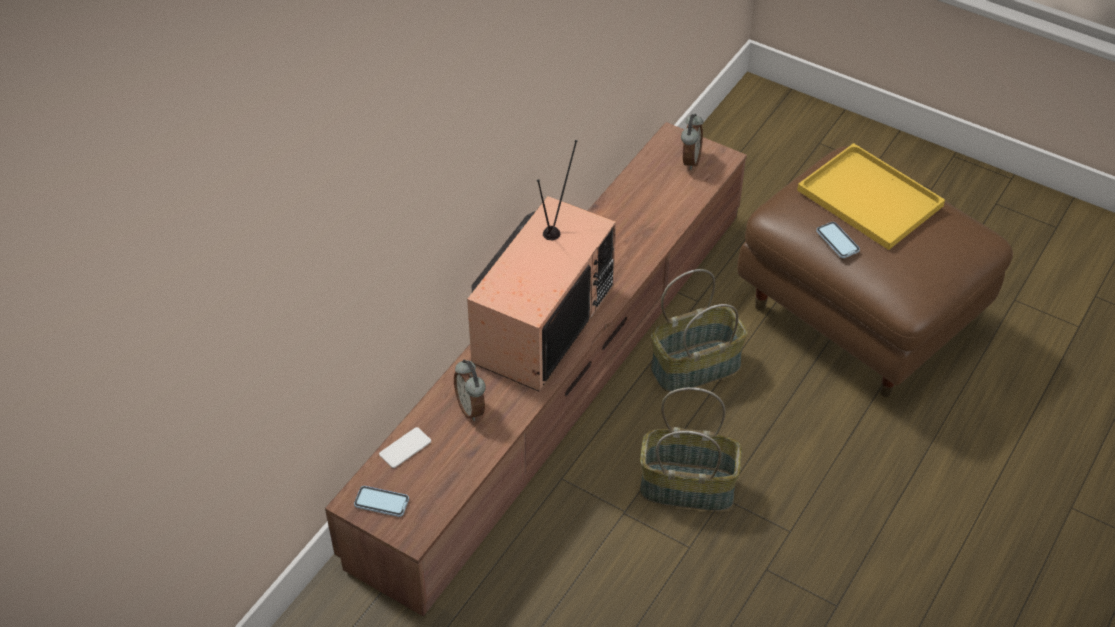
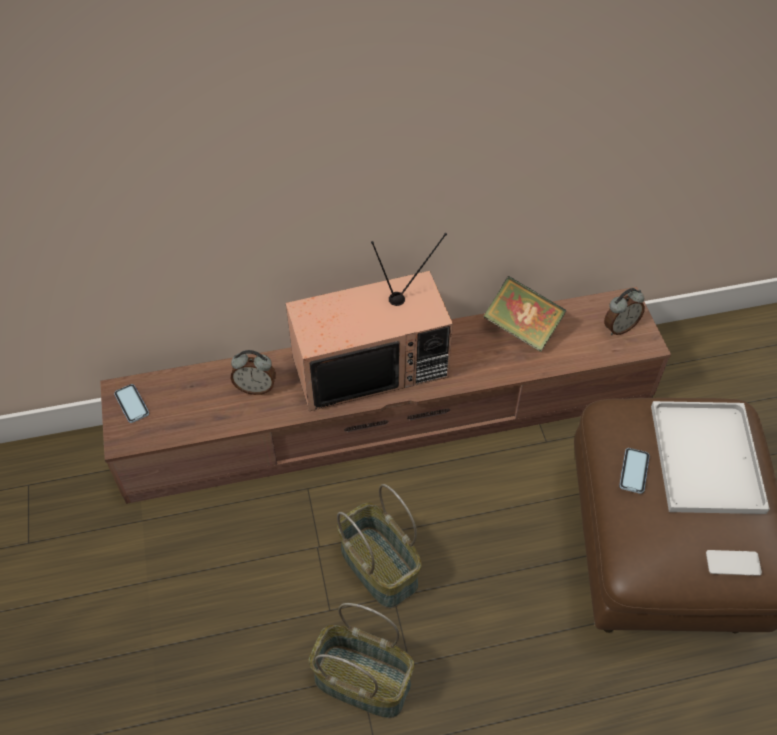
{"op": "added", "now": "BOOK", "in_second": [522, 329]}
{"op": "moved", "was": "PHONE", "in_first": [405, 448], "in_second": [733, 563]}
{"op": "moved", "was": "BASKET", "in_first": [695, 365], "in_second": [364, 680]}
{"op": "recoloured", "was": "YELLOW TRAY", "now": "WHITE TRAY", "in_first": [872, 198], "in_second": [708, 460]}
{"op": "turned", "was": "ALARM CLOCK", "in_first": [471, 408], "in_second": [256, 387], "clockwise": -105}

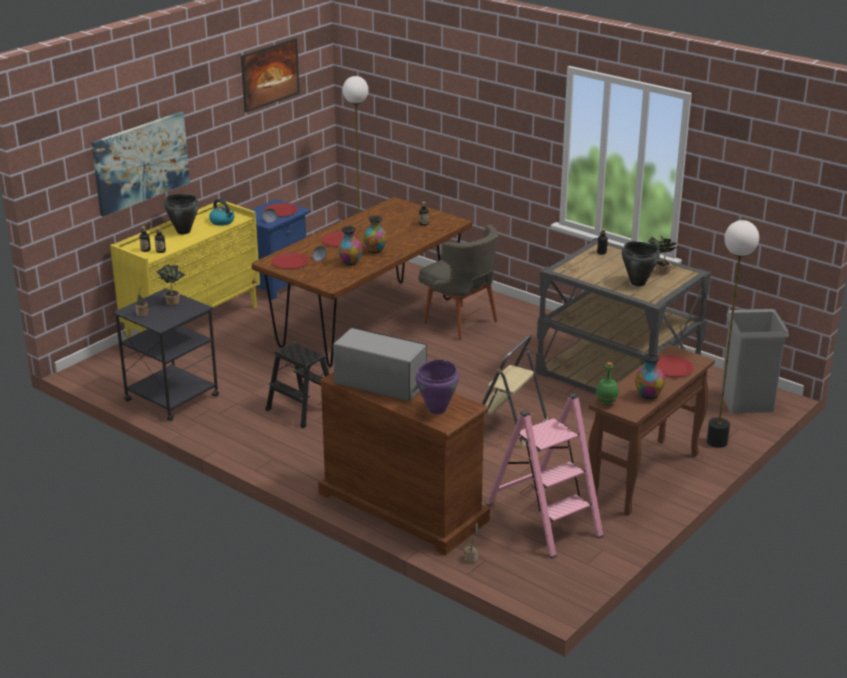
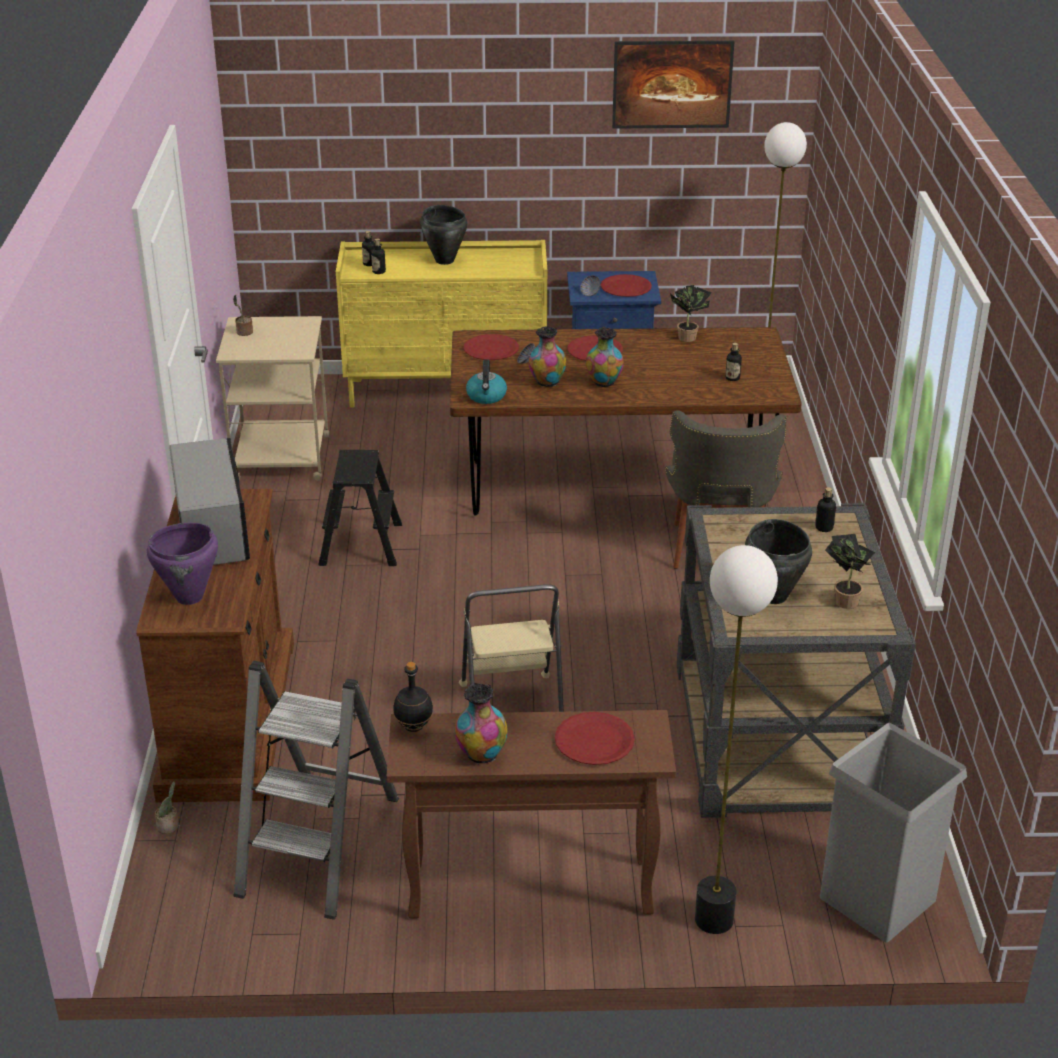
{"op": "removed", "was": "PICTURE", "in_first": [141, 162]}
{"op": "moved", "was": "POTTED PLANT", "in_first": [172, 301], "in_second": [688, 336]}
{"op": "moved", "was": "KETTLE", "in_first": [222, 221], "in_second": [486, 396]}
{"op": "recoloured", "was": "BLACK CART", "now": "BEIGE CART", "in_first": [171, 397], "in_second": [281, 457]}
{"op": "recoloured", "was": "PINK STEP LADDER", "now": "GREY STEP LADDER", "in_first": [542, 518], "in_second": [320, 843]}
{"op": "recoloured", "was": "GREEN BOTTLE", "now": "BLACK BOTTLE", "in_first": [606, 403], "in_second": [414, 726]}

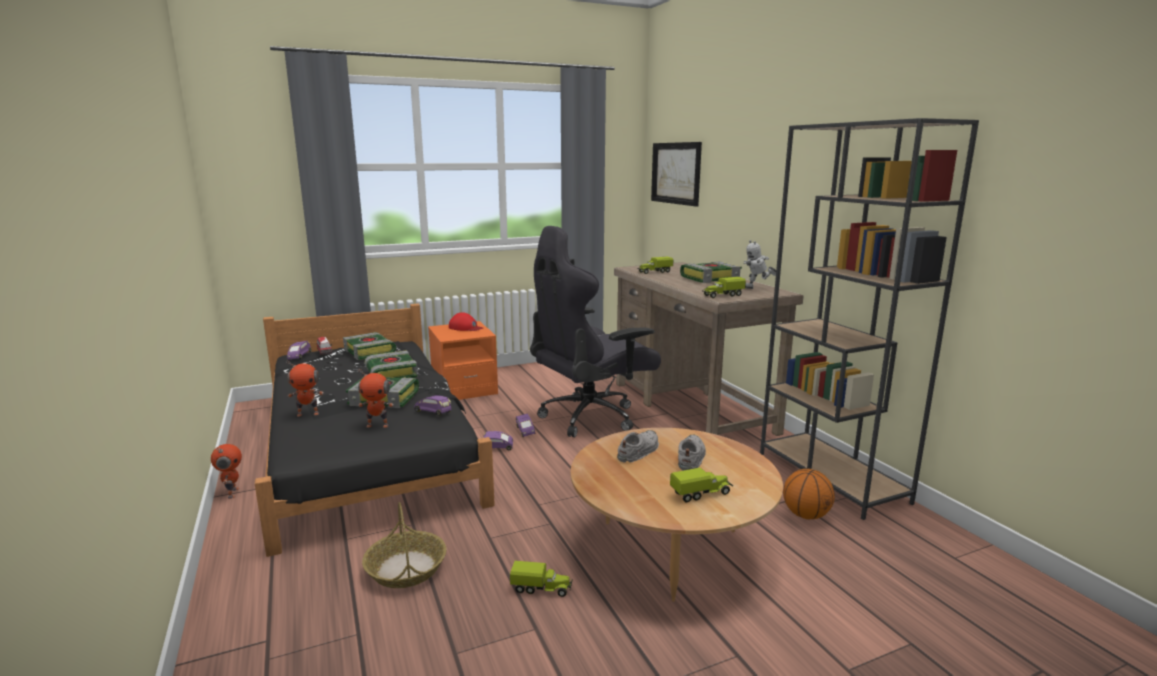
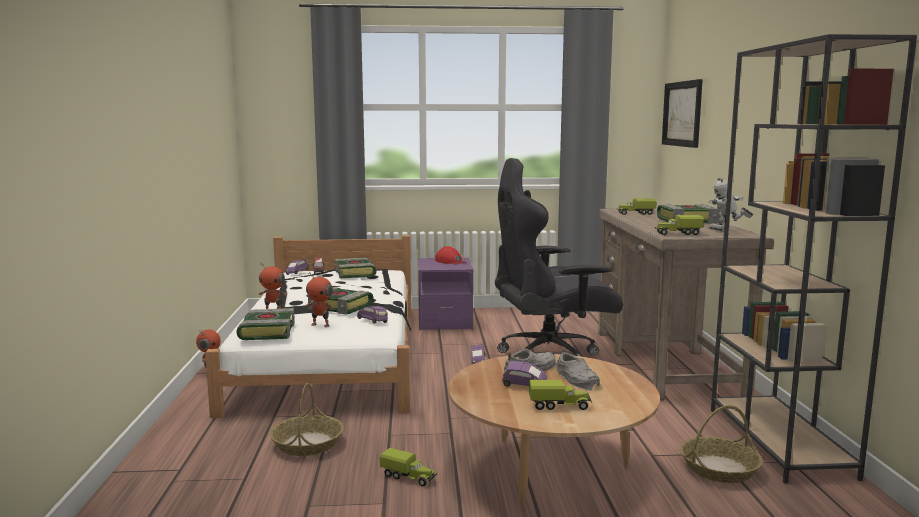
{"op": "moved", "was": "BOOK", "in_first": [390, 373], "in_second": [266, 332]}
{"op": "moved", "was": "PURPLE TOY CAR", "in_first": [497, 448], "in_second": [524, 386]}
{"op": "replaced", "was": "BASKETBALL", "now": "BASKET", "in_first": [806, 515], "in_second": [719, 469]}
{"op": "recoloured", "was": "BLACK BED", "now": "WHITE BED", "in_first": [367, 447], "in_second": [331, 355]}
{"op": "recoloured", "was": "ORANGE NIGHTSTAND", "now": "PURPLE NIGHTSTAND", "in_first": [464, 389], "in_second": [444, 322]}
{"op": "turned", "was": "GREY SHOE", "in_first": [690, 457], "in_second": [577, 379], "clockwise": 120}

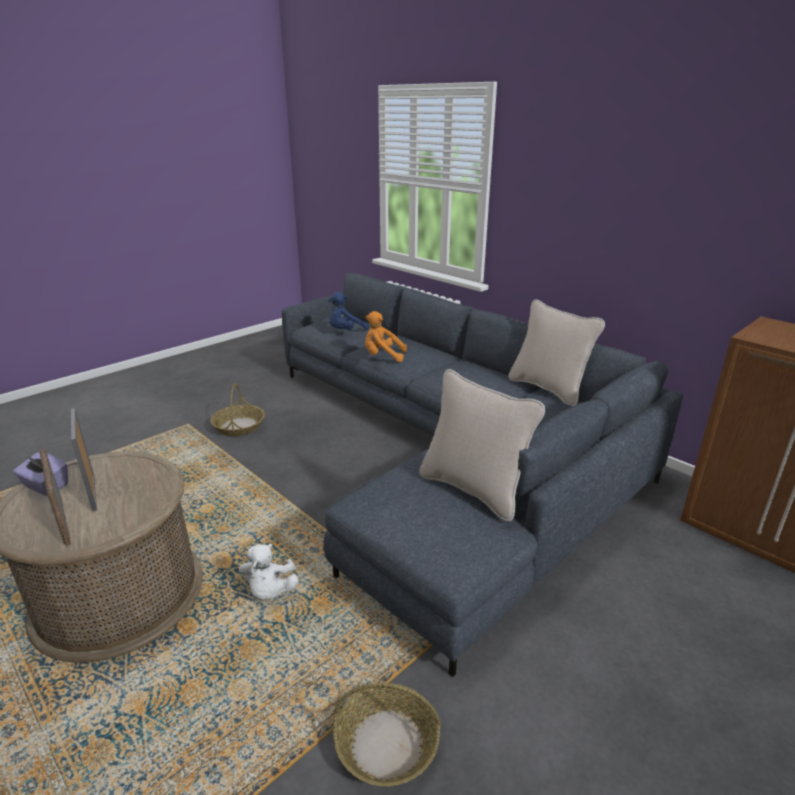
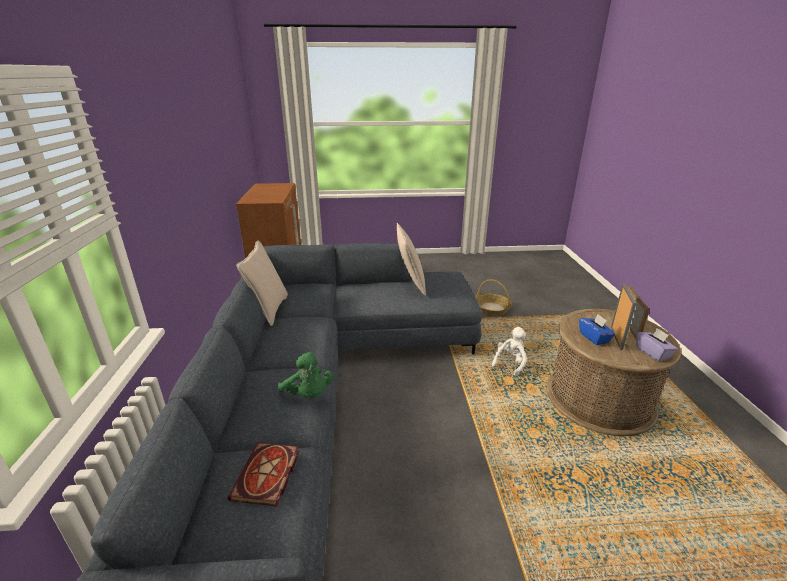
{"op": "removed", "was": "BASKET", "in_first": [239, 426]}
{"op": "added", "now": "BLUE TISSUE BOX", "in_second": [594, 338]}
{"op": "replaced", "was": "BLUE PLUSH TOY", "now": "BOOK", "in_first": [346, 331], "in_second": [267, 476]}
{"op": "recoloured", "was": "ORANGE PLUSH TOY", "now": "GREEN PLUSH TOY", "in_first": [382, 356], "in_second": [308, 395]}

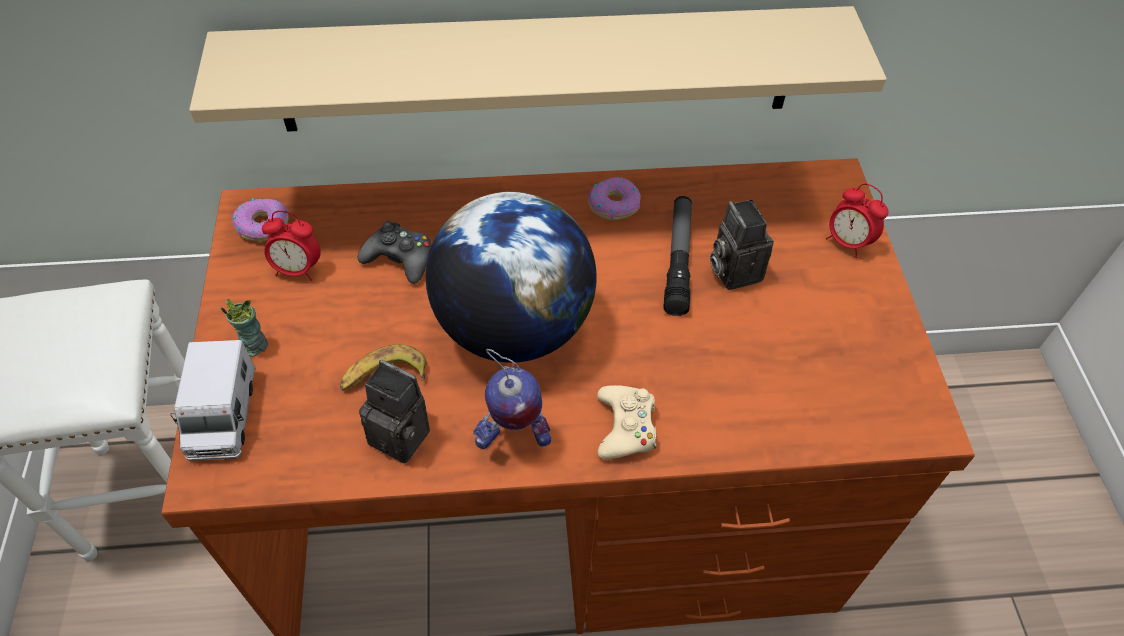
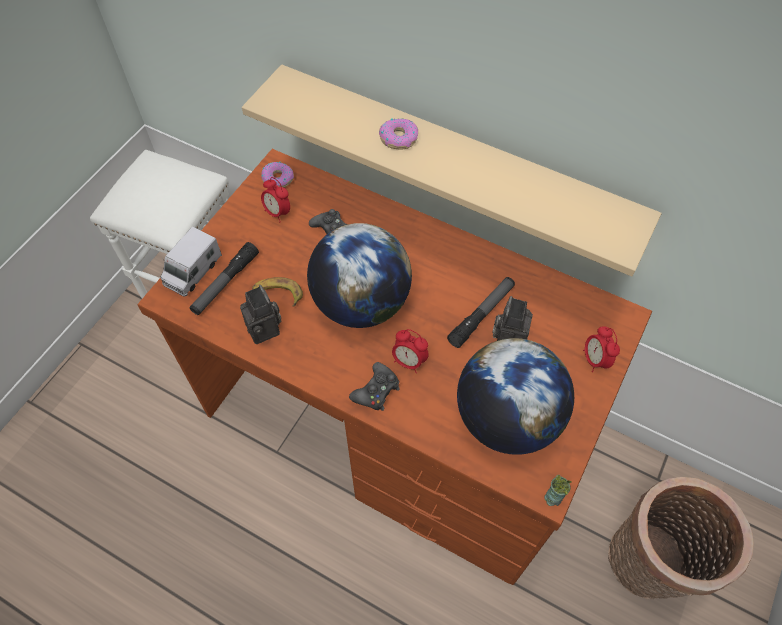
{"op": "removed", "was": "TOY ROBOT", "in_first": [512, 438]}
{"op": "added", "now": "FLASHLIGHT", "in_second": [225, 283]}
{"op": "added", "now": "ALARM CLOCK", "in_second": [409, 361]}
{"op": "added", "now": "GLOBE", "in_second": [506, 418]}
{"op": "added", "now": "BASKET", "in_second": [646, 565]}
{"op": "moved", "was": "CUP", "in_first": [255, 345], "in_second": [553, 497]}
{"op": "moved", "was": "DONUT", "in_first": [613, 204], "in_second": [398, 138]}
{"op": "recoloured", "was": "BEIGE GAME CONTROLLER", "now": "BLACK GAME CONTROLLER", "in_first": [626, 427], "in_second": [376, 391]}

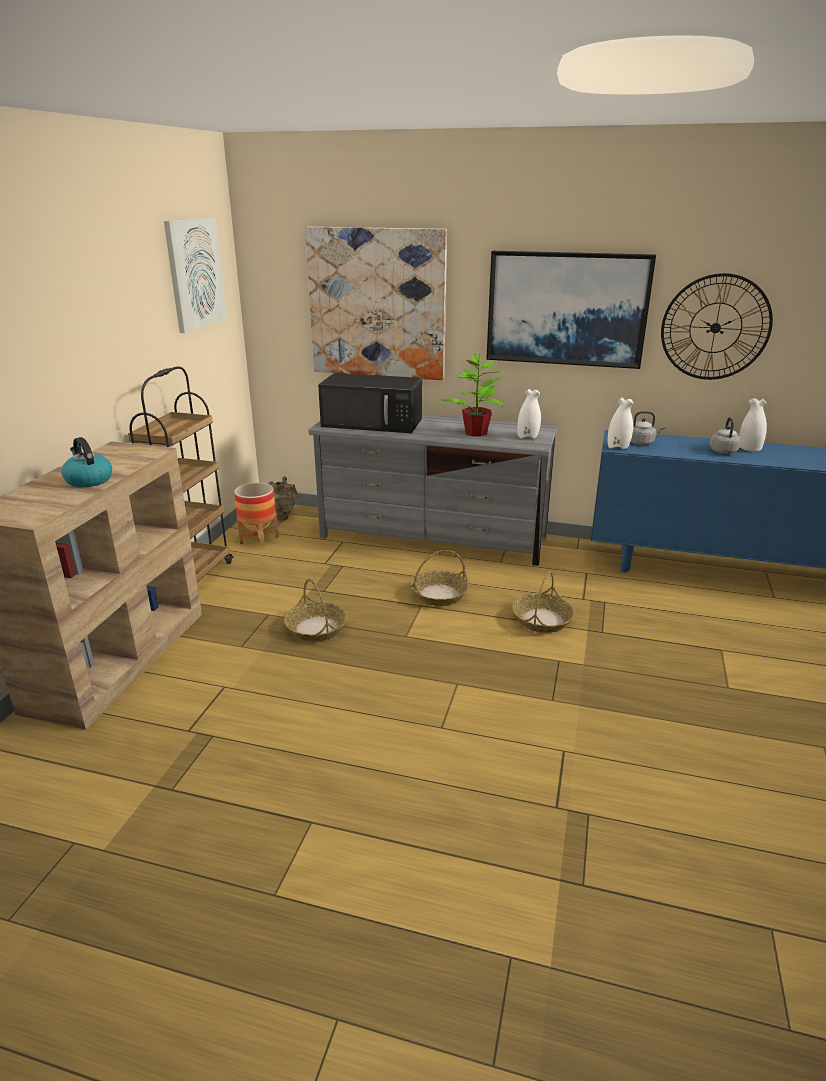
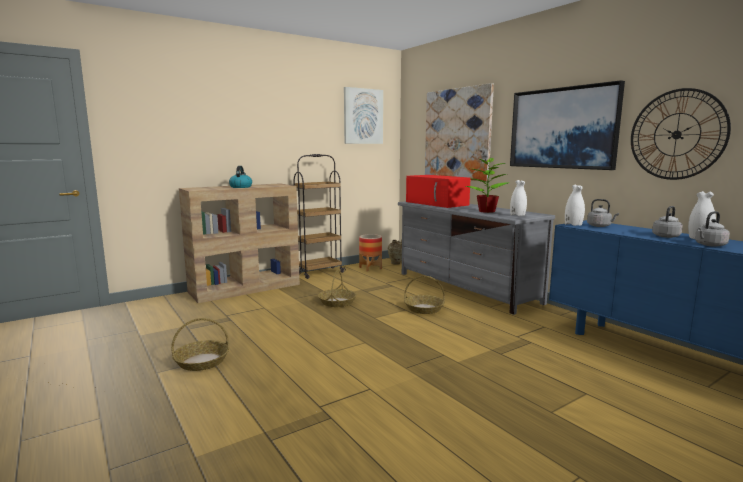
{"op": "added", "now": "GREY KETTLE", "in_second": [709, 245]}
{"op": "moved", "was": "BASKET", "in_first": [542, 620], "in_second": [202, 361]}
{"op": "recoloured", "was": "BLACK MICROWAVE", "now": "RED MICROWAVE", "in_first": [373, 422], "in_second": [437, 203]}

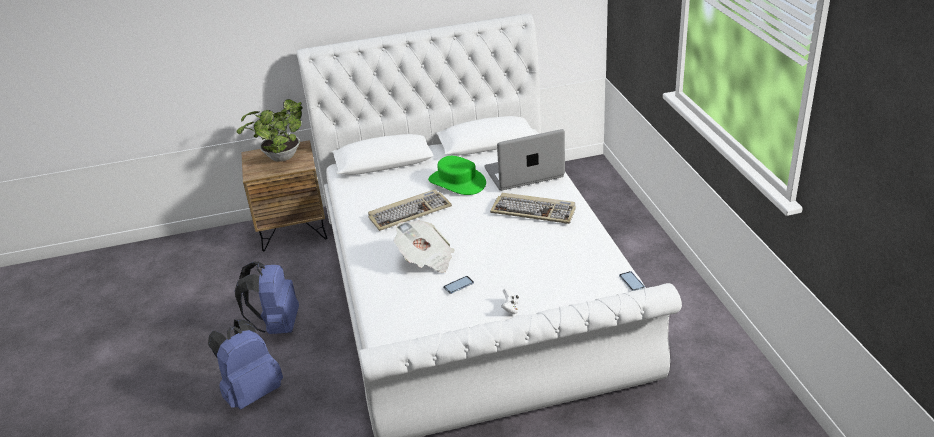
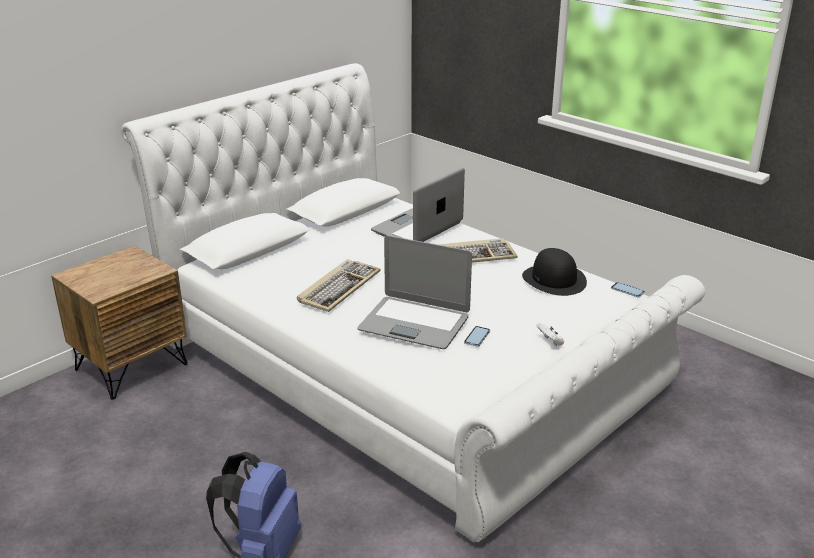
{"op": "removed", "was": "BLUE BACKPACK", "in_first": [277, 326]}
{"op": "removed", "was": "POTTED PLANT", "in_first": [280, 158]}
{"op": "removed", "was": "GREEN HAT", "in_first": [457, 182]}
{"op": "added", "now": "BLACK HAT", "in_second": [554, 279]}
{"op": "replaced", "was": "NEWSPAPER", "now": "LAPTOP", "in_first": [426, 259], "in_second": [414, 323]}

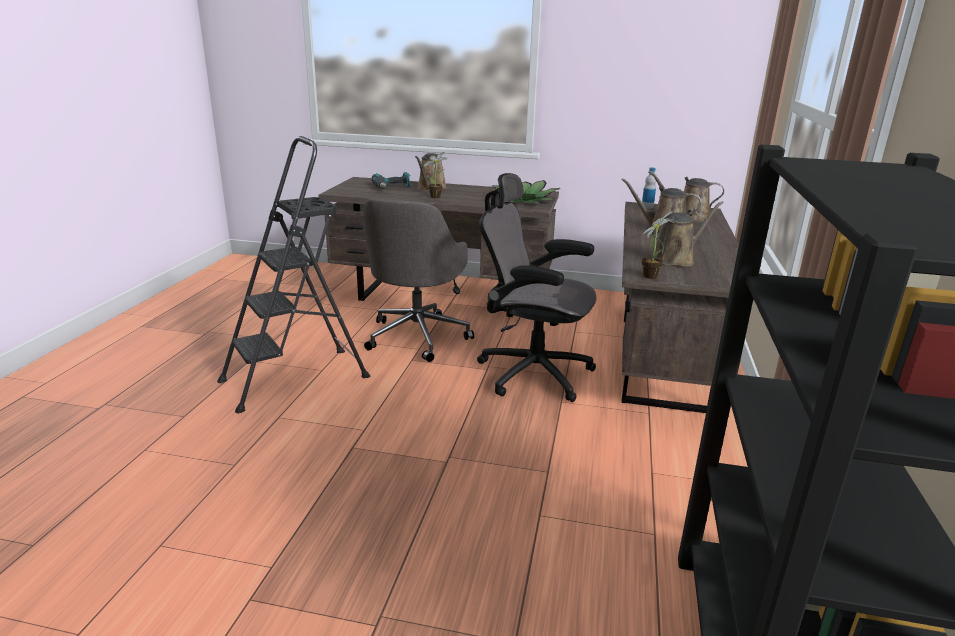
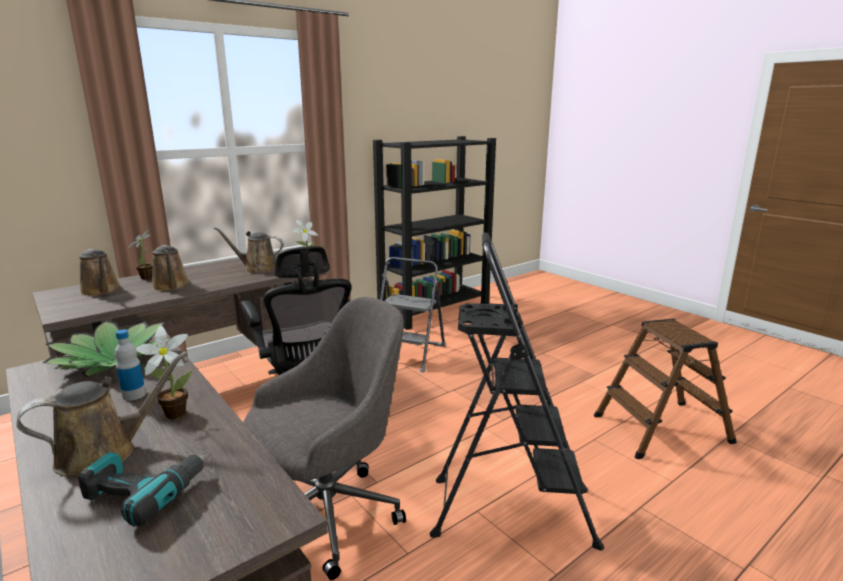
{"op": "added", "now": "POTTED PLANT", "in_second": [148, 277]}
{"op": "added", "now": "GREY STEP LADDER", "in_second": [410, 352]}
{"op": "added", "now": "BROWN STEP LADDER", "in_second": [662, 428]}
{"op": "moved", "was": "BOTTLE", "in_first": [647, 207], "in_second": [134, 395]}

